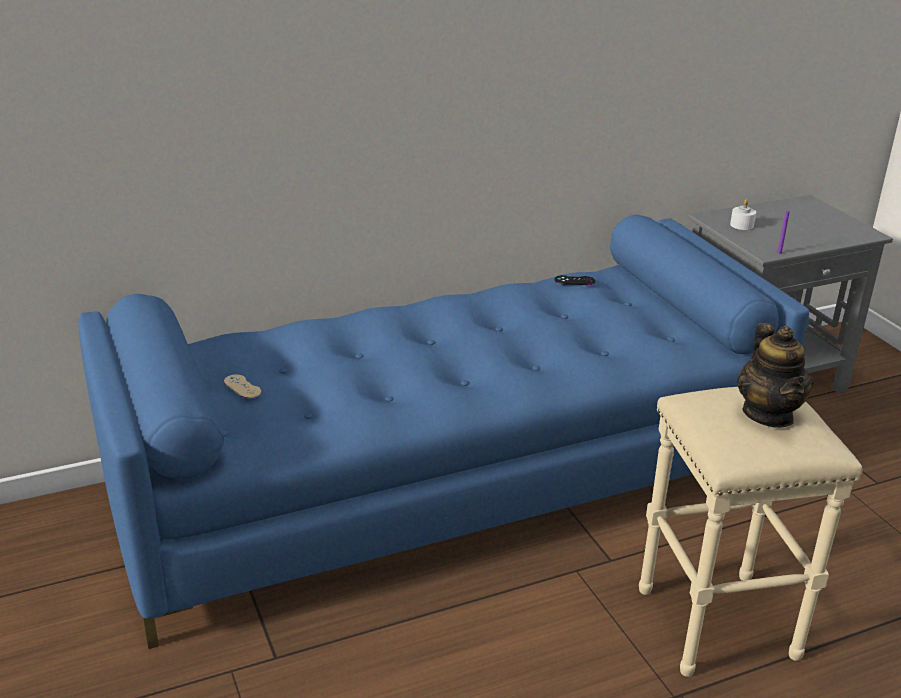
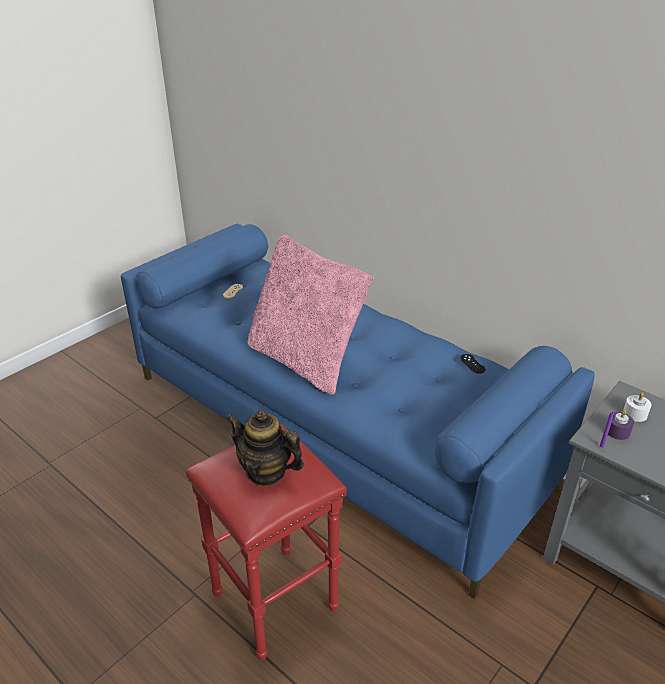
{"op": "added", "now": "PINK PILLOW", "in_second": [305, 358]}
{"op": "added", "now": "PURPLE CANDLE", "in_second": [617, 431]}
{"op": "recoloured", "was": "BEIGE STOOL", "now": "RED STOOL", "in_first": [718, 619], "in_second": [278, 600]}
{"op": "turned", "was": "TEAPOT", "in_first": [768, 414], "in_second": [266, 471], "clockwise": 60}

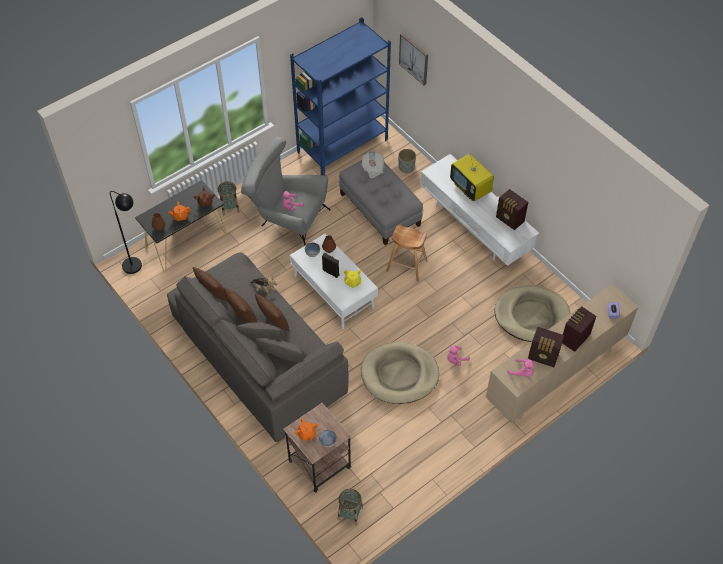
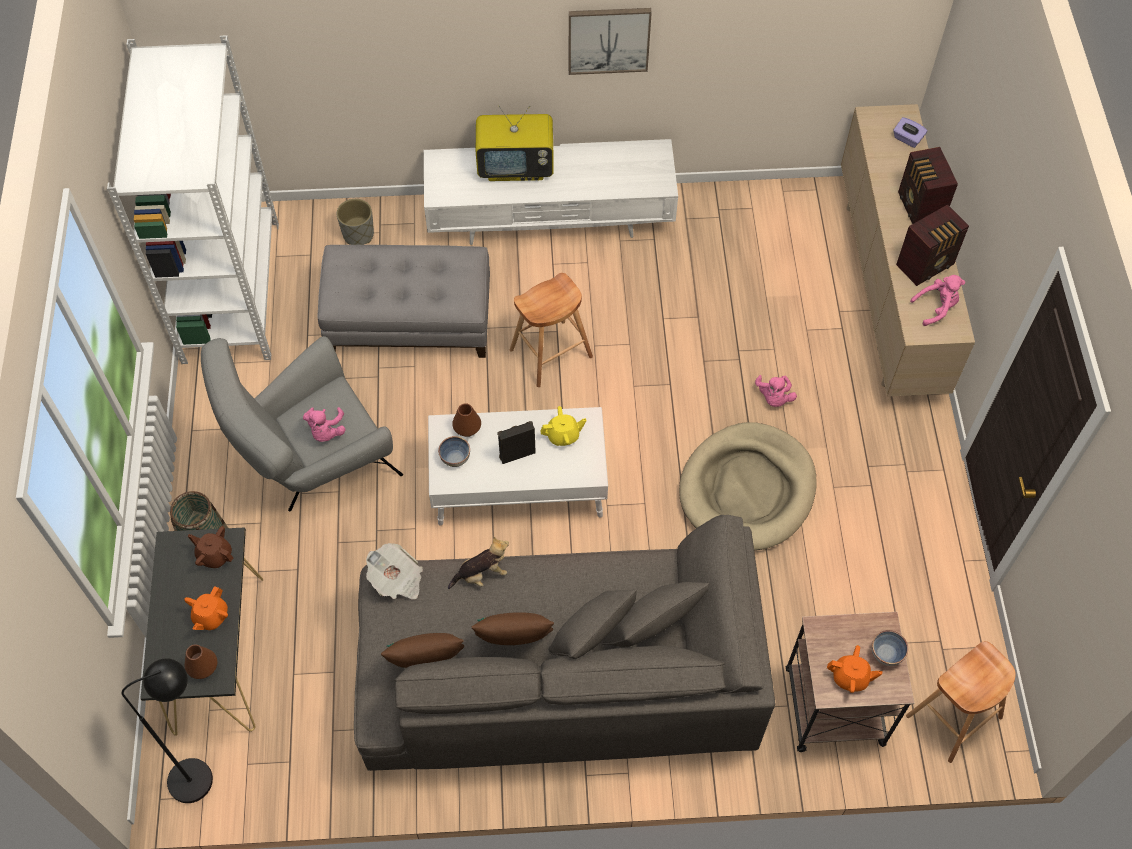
{"op": "removed", "was": "BROWN PILLOW", "in_first": [273, 322]}
{"op": "removed", "was": "BEIGE DOG BED", "in_first": [531, 316]}
{"op": "removed", "was": "RADIO", "in_first": [510, 220]}
{"op": "moved", "was": "NEWSPAPER", "in_first": [373, 169], "in_second": [396, 580]}
{"op": "moved", "was": "PICTURE", "in_first": [414, 58], "in_second": [608, 39]}
{"op": "replaced", "was": "BASKET", "now": "BROWN STOOL", "in_first": [350, 513], "in_second": [954, 716]}
{"op": "recoloured", "was": "BLUE BOOKCASE", "now": "WHITE BOOKCASE", "in_first": [342, 146], "in_second": [231, 291]}

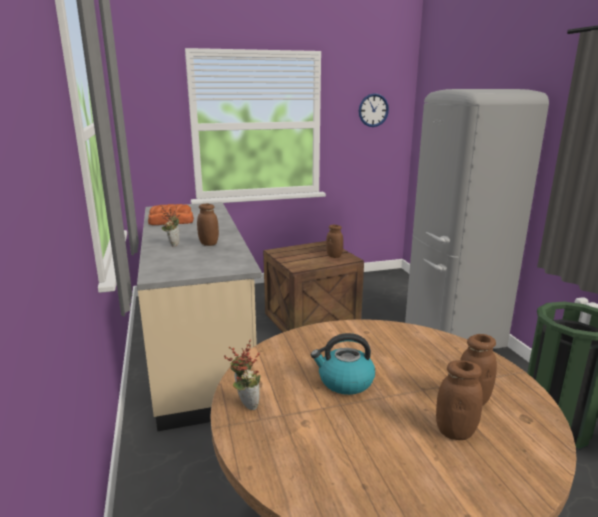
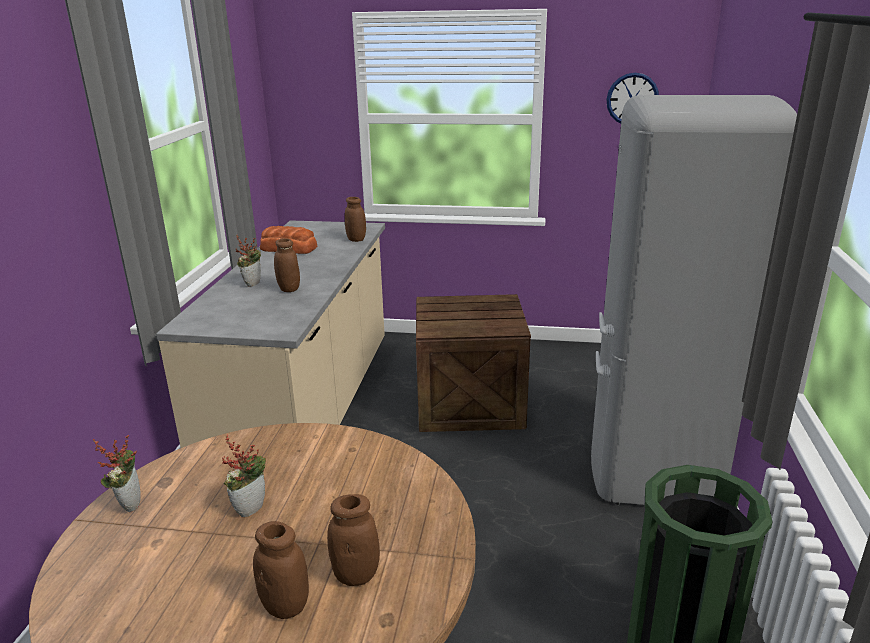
{"op": "moved", "was": "BROWN JAR", "in_first": [334, 256], "in_second": [356, 239]}
{"op": "replaced", "was": "KETTLE", "now": "POTTED PLANT", "in_first": [345, 381], "in_second": [250, 507]}

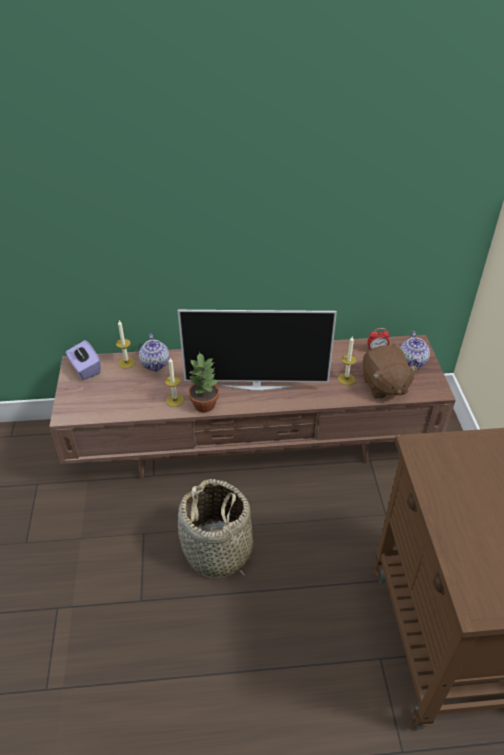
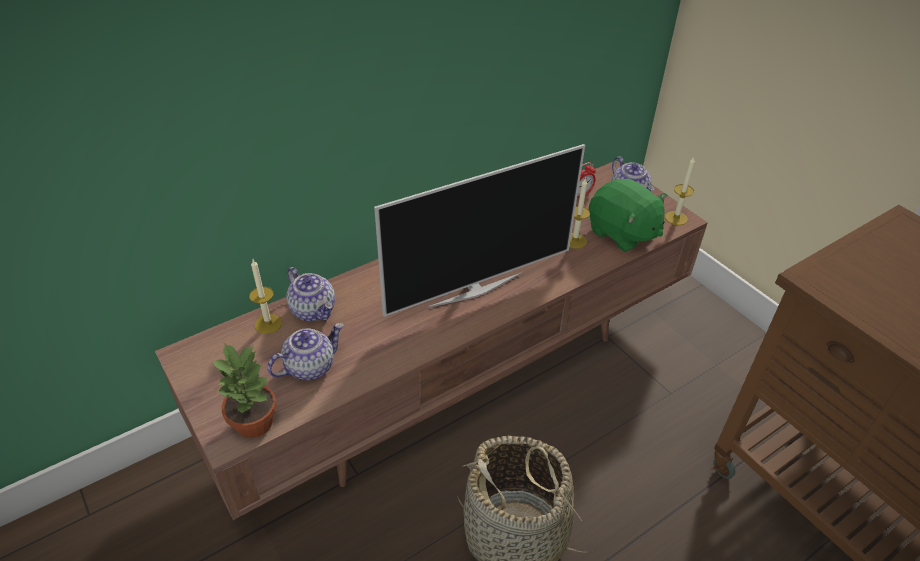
{"op": "removed", "was": "PURPLE TISSUE BOX", "in_first": [85, 369]}
{"op": "added", "now": "TEAPOT", "in_second": [310, 366]}
{"op": "moved", "was": "CANDLE", "in_first": [175, 400], "in_second": [676, 218]}
{"op": "moved", "was": "POTTED PLANT", "in_first": [205, 404], "in_second": [254, 422]}
{"op": "recoloured", "was": "BROWN PLUSH TOY", "now": "GREEN PLUSH TOY", "in_first": [384, 385], "in_second": [622, 233]}

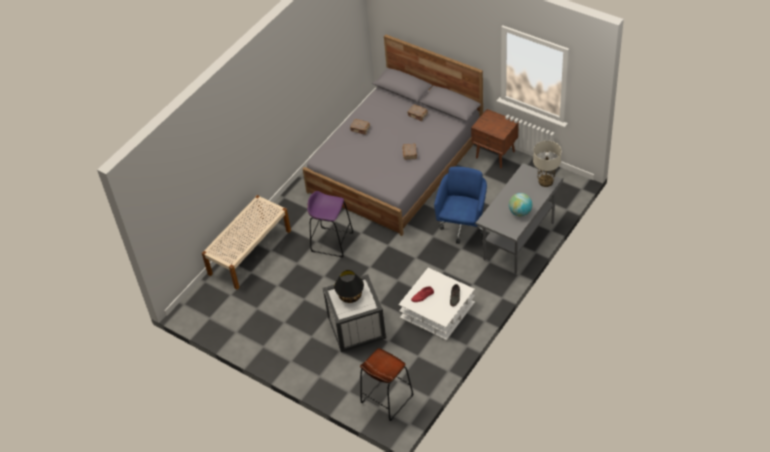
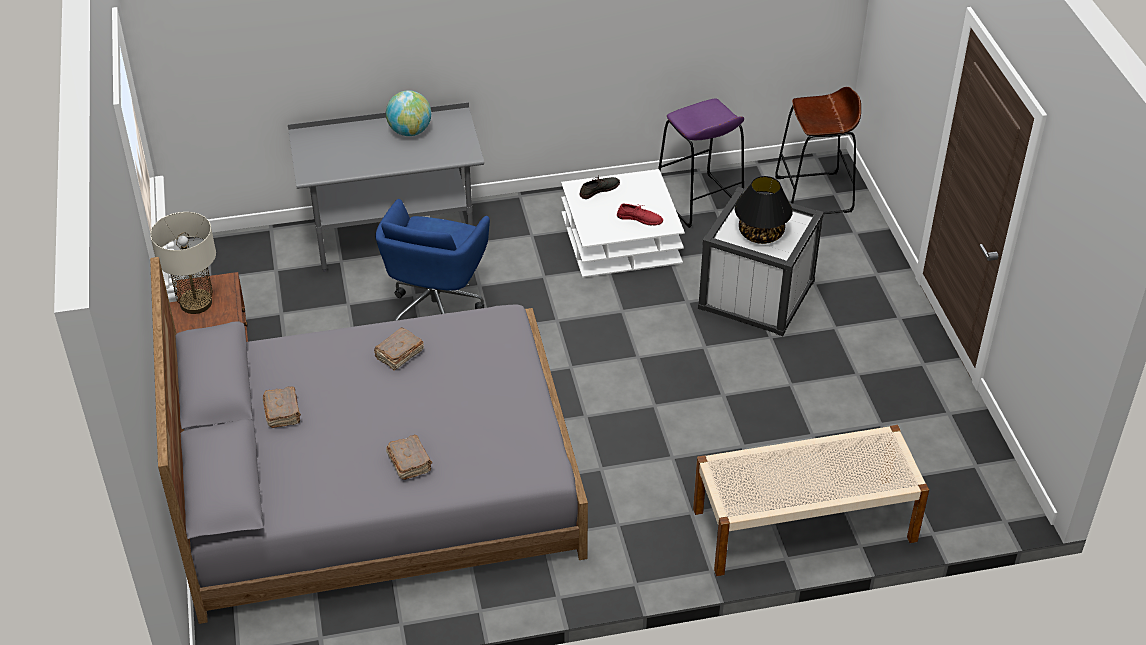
{"op": "moved", "was": "PURPLE STOOL", "in_first": [332, 242], "in_second": [699, 200]}
{"op": "moved", "was": "TABLE LAMP", "in_first": [546, 181], "in_second": [196, 303]}
{"op": "turned", "was": "BLUE OFFICE CHAIR", "in_first": [462, 228], "in_second": [437, 308], "clockwise": -45}

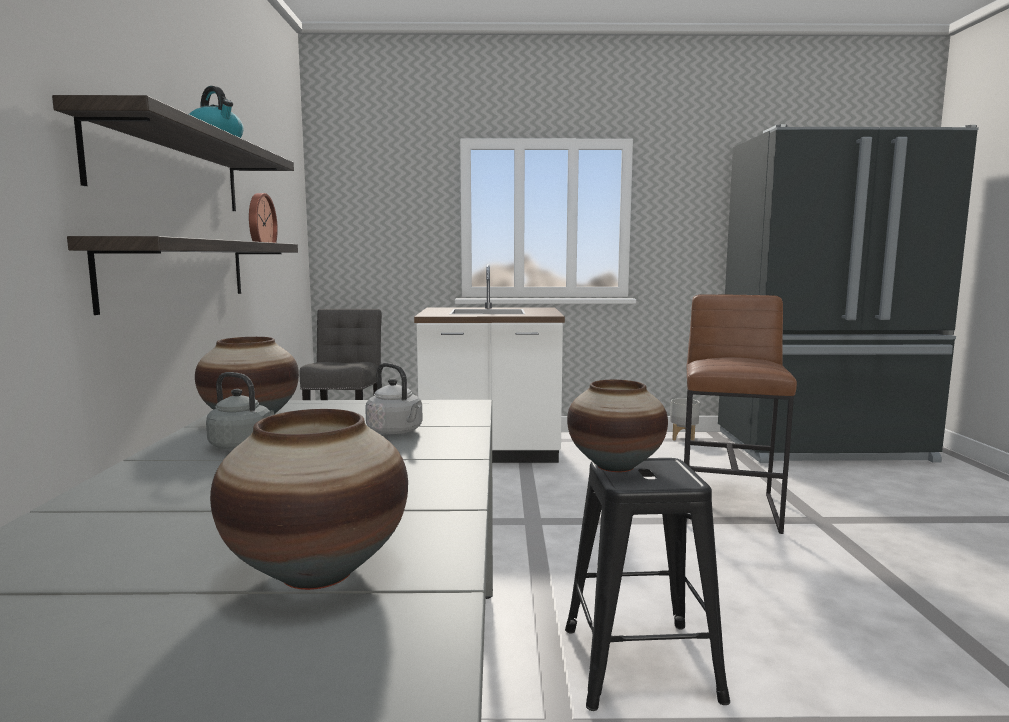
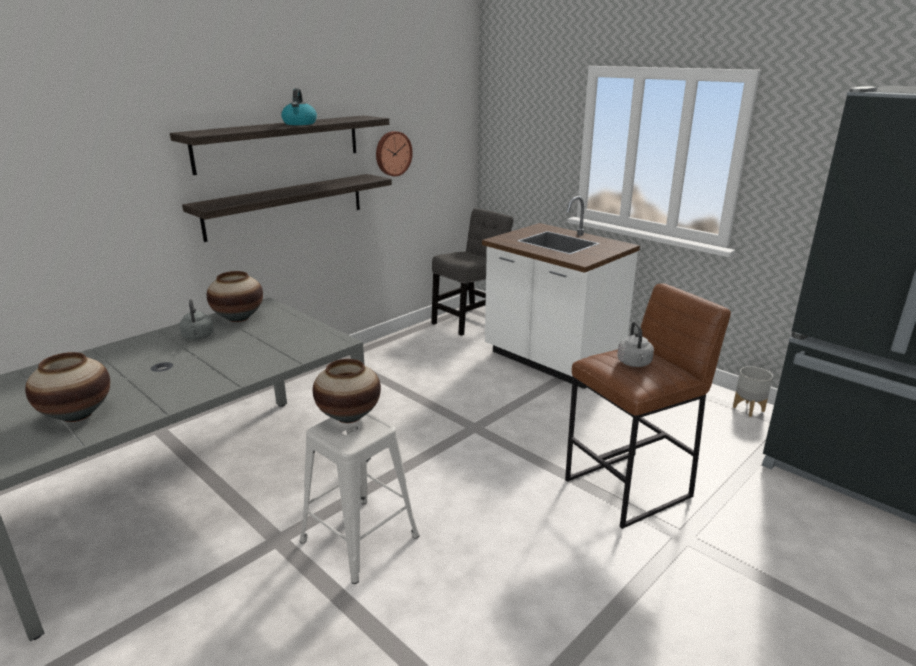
{"op": "moved", "was": "GREY KETTLE", "in_first": [397, 432], "in_second": [634, 363]}
{"op": "recoloured", "was": "BLACK STOOL", "now": "WHITE STOOL", "in_first": [640, 663], "in_second": [359, 539]}

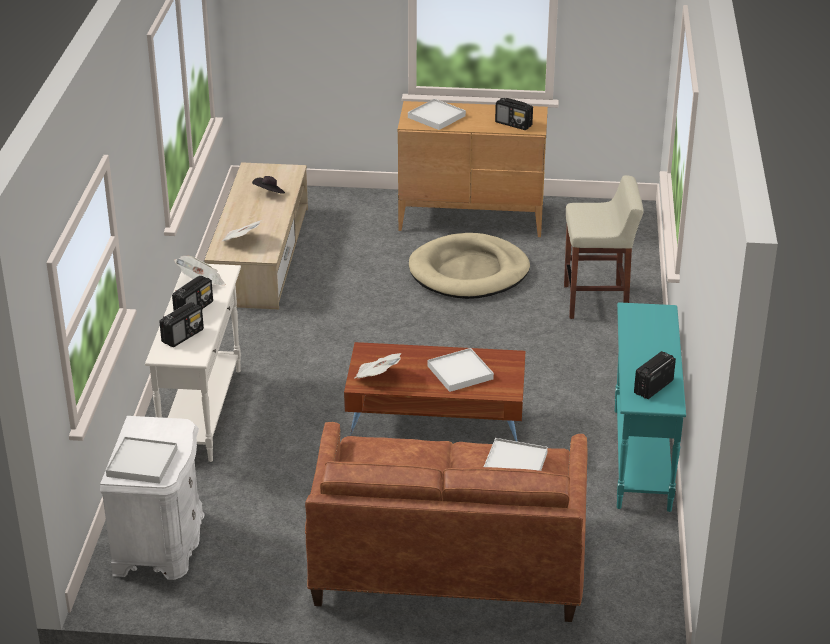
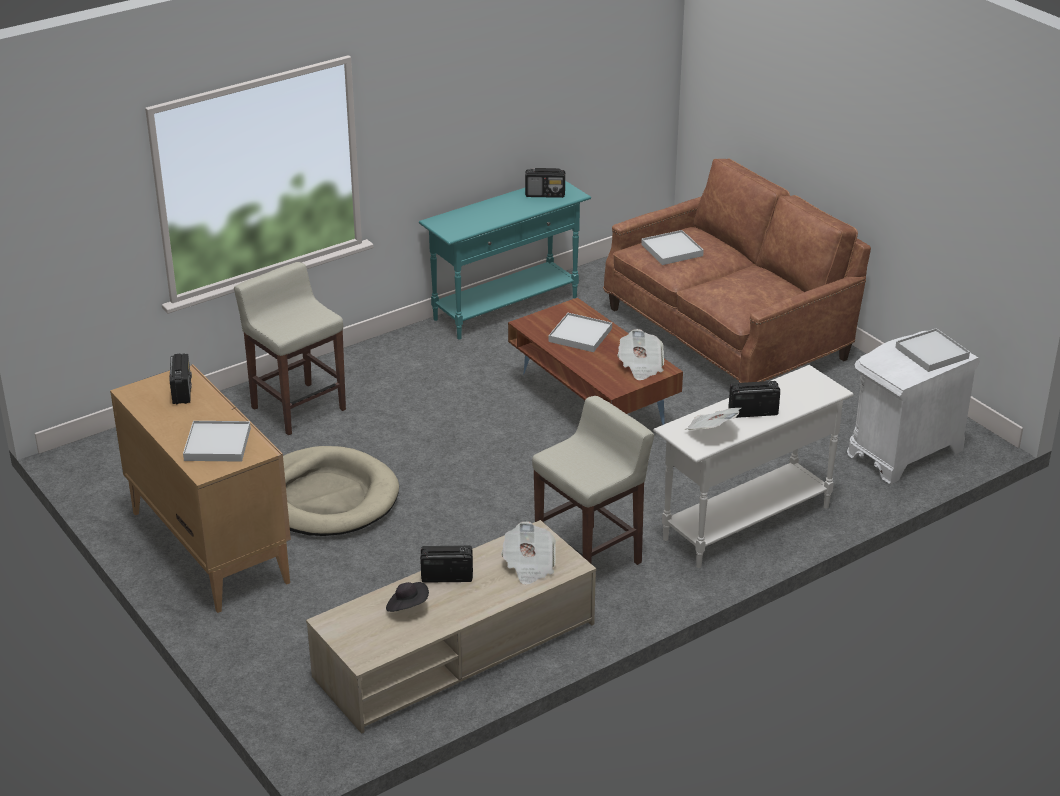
{"op": "added", "now": "BEIGE STOOL", "in_second": [590, 558]}
{"op": "moved", "was": "RADIO", "in_first": [183, 336], "in_second": [446, 576]}

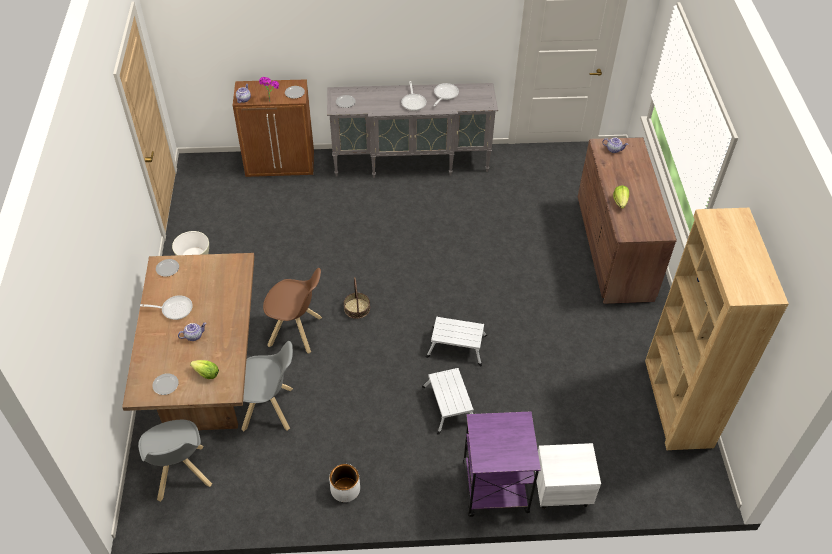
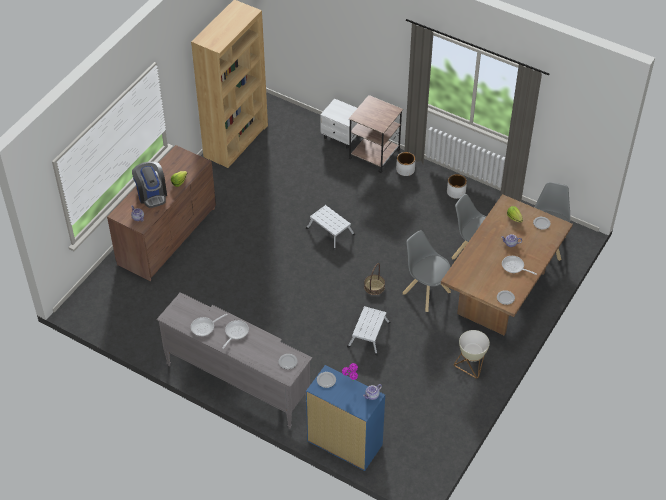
{"op": "added", "now": "COFFEE MACHINE", "in_second": [151, 194]}
{"op": "added", "now": "WHITE PLANTER", "in_second": [405, 170]}
{"op": "moved", "was": "WHITE STEP LADDER", "in_first": [449, 404], "in_second": [368, 335]}
{"op": "recoloured", "was": "BROWN CABINET", "now": "BLUE CABINET", "in_first": [280, 163], "in_second": [344, 442]}
{"op": "recoloured", "was": "BROWN CHAIR", "now": "GREY CHAIR", "in_first": [297, 332], "in_second": [425, 291]}
{"op": "recoloured", "was": "PURPLE CART", "now": "BROWN CART", "in_first": [494, 487], "in_second": [375, 155]}

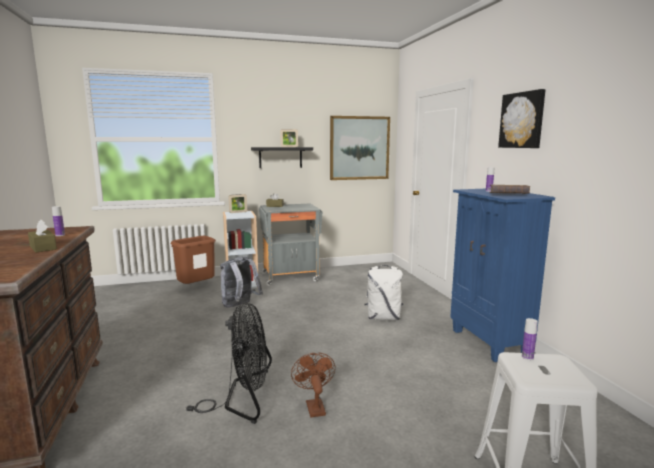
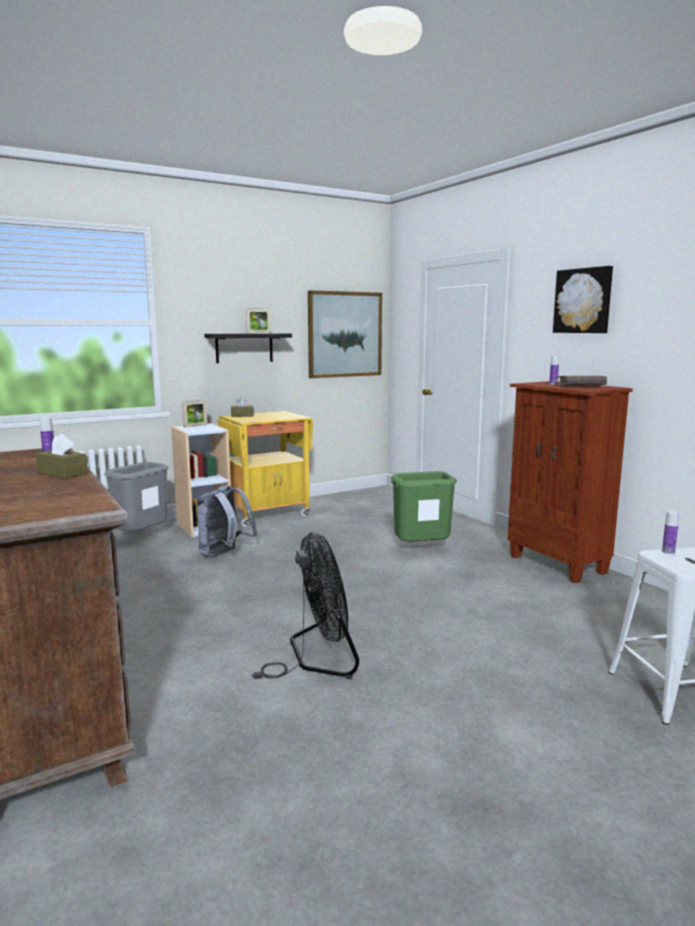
{"op": "removed", "was": "BROWN FAN", "in_first": [314, 406]}
{"op": "replaced", "was": "WHITE BACKPACK", "now": "GREEN TRASH CAN", "in_first": [383, 317], "in_second": [421, 550]}
{"op": "recoloured", "was": "BROWN TRASH CAN", "now": "GREY TRASH CAN", "in_first": [196, 288], "in_second": [142, 538]}
{"op": "recoloured", "was": "GREY CART", "now": "YELLOW CART", "in_first": [291, 277], "in_second": [267, 513]}
{"op": "recoloured", "was": "BLUE CABINET", "now": "BROWN CABINET", "in_first": [488, 343], "in_second": [556, 565]}

